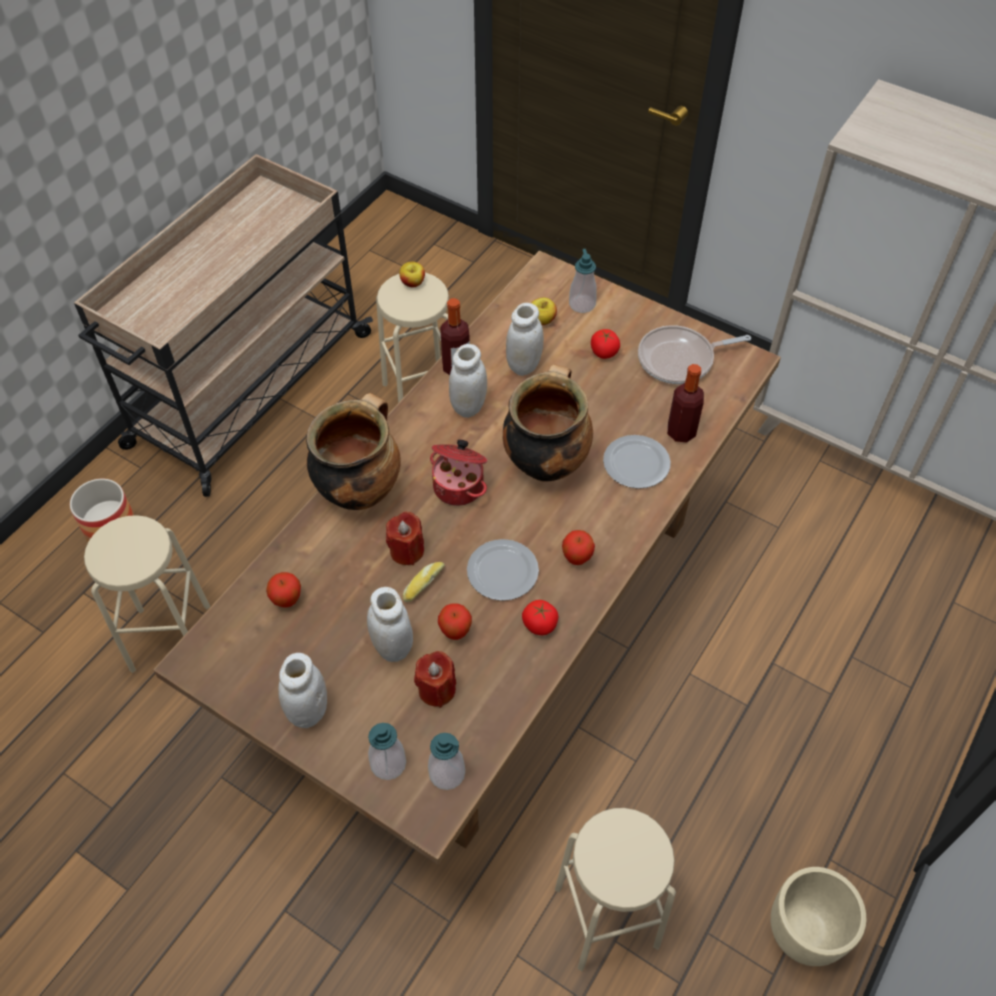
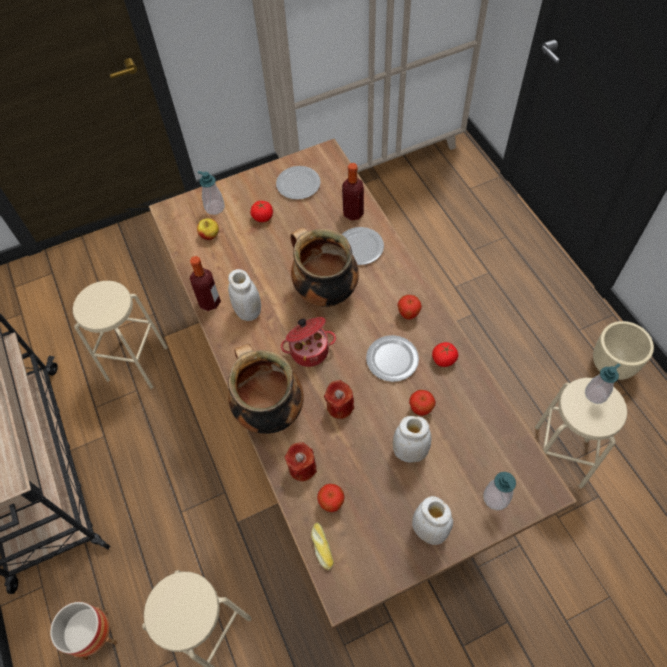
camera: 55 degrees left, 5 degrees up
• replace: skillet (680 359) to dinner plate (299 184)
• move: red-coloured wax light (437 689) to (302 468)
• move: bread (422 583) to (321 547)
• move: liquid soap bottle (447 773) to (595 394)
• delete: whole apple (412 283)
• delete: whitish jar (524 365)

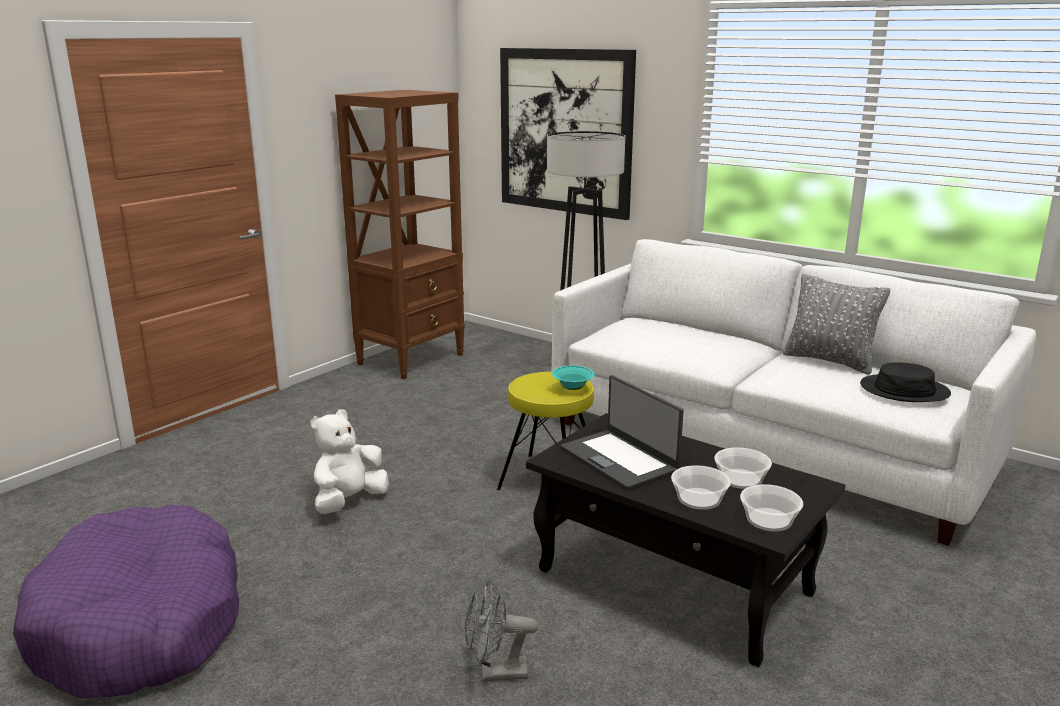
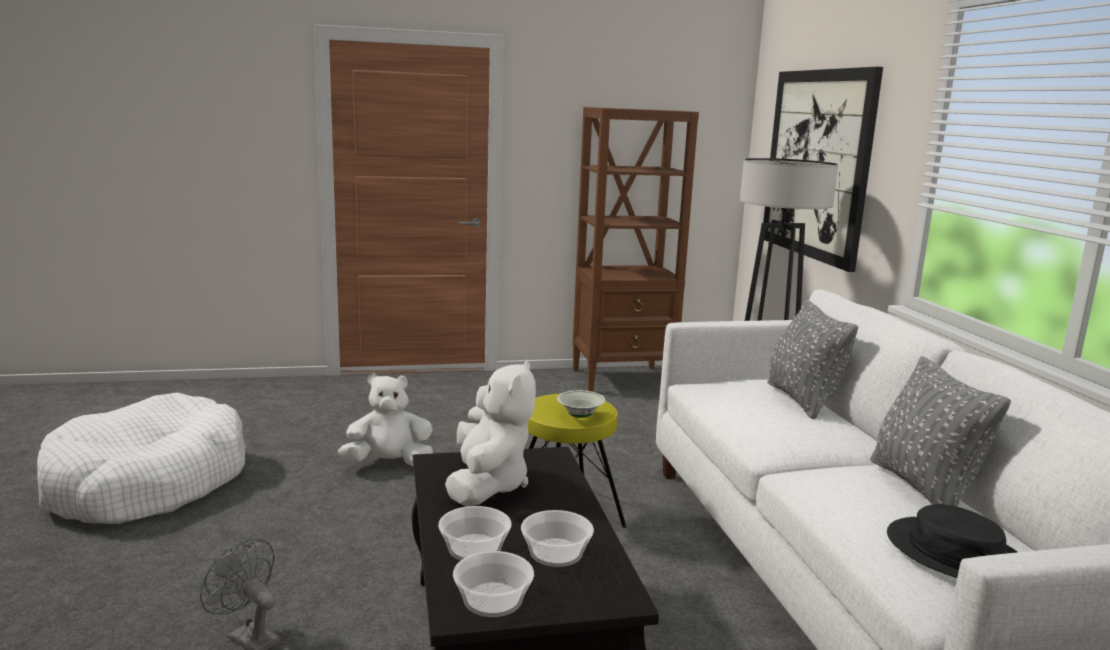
camera: 40 degrees right, 5 degrees down
• recolor: purplish dog bed (141 624) to whitish dog bed (147 483)
• replace: laptop (619 459) to whitish plush toy (487 485)
• recolor: turquoise-coloured serving bowl (572 388) to whitish serving bowl (580 416)
• insert: gray cushion (802 400)

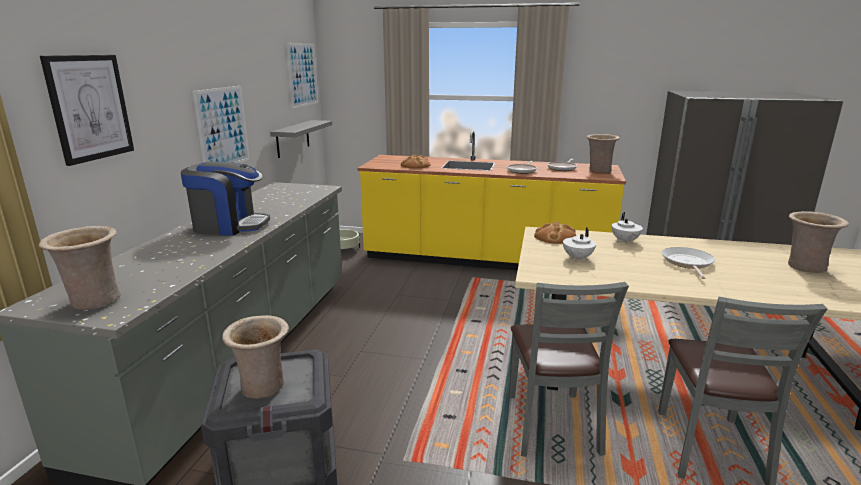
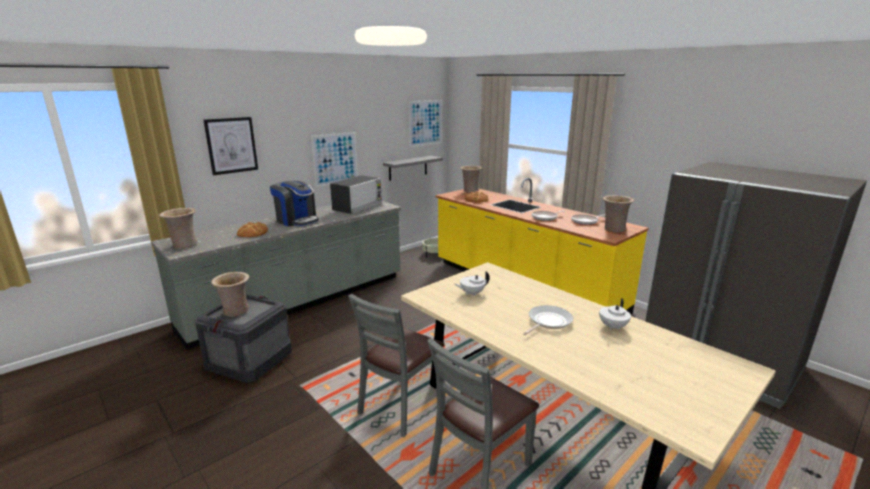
camera: 35 degrees right, 0 degrees up
• move: bread (554 237) to (252 233)
• insert: microwave oven (358 207)
• move: beige decorative vase (805 268) to (470 191)
• move: whitish tea pot (624 241) to (612 327)

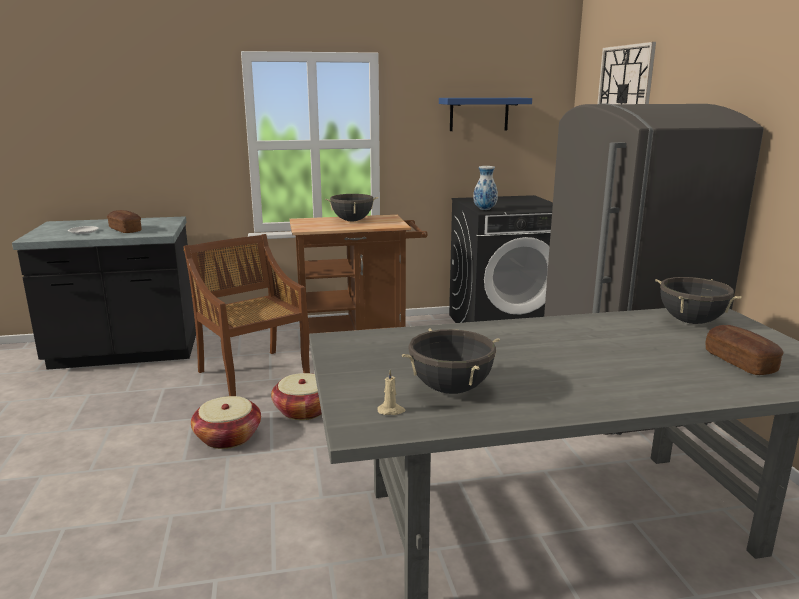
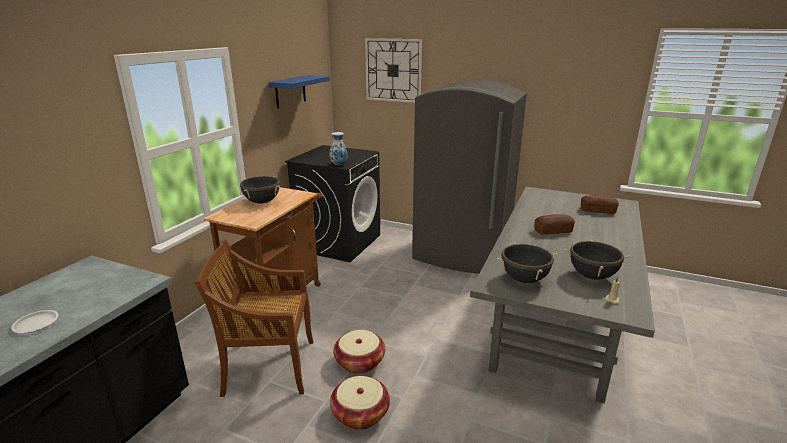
camera: 55 degrees left, 5 degrees up
• move: black saucepot (691 322) to (524 279)
• move: bread (125 230) to (553 231)

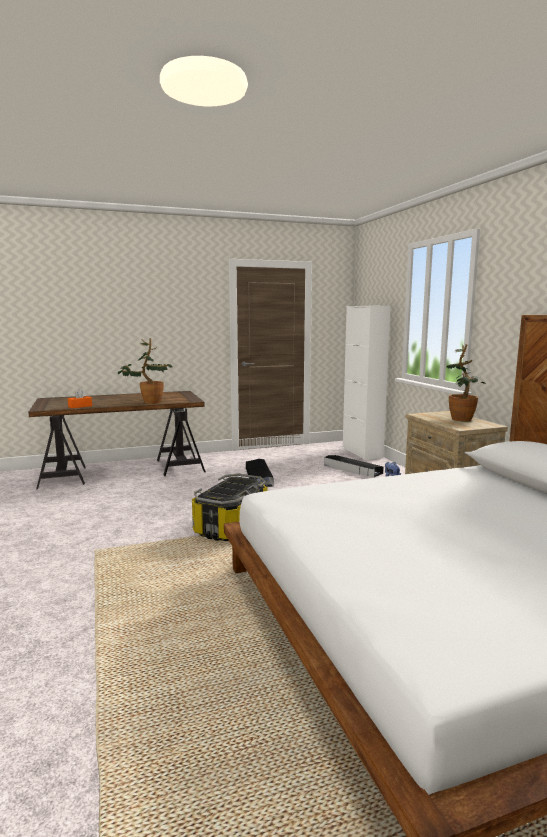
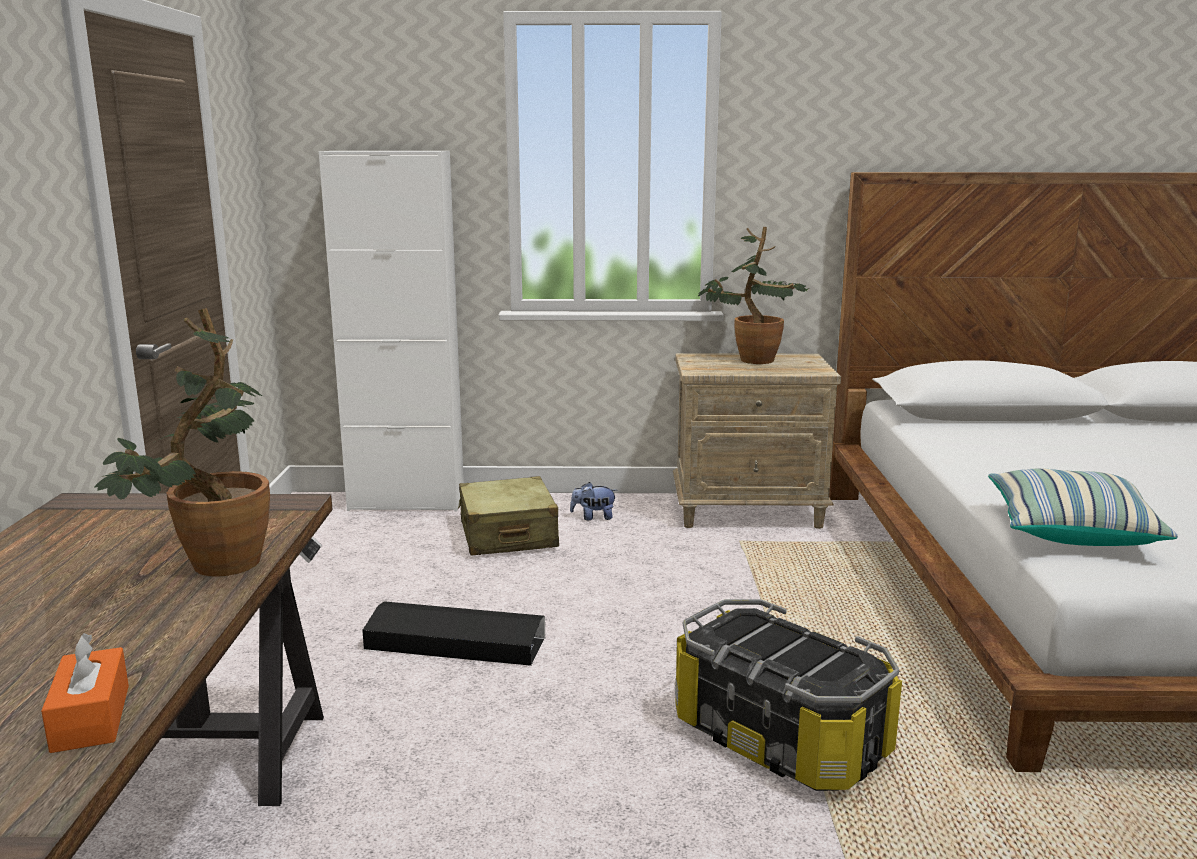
camera: 70 degrees left, 5 degrees up
• replace: black storage box (352 469) to beige travel case (507 535)
• insert: cushion (1069 530)

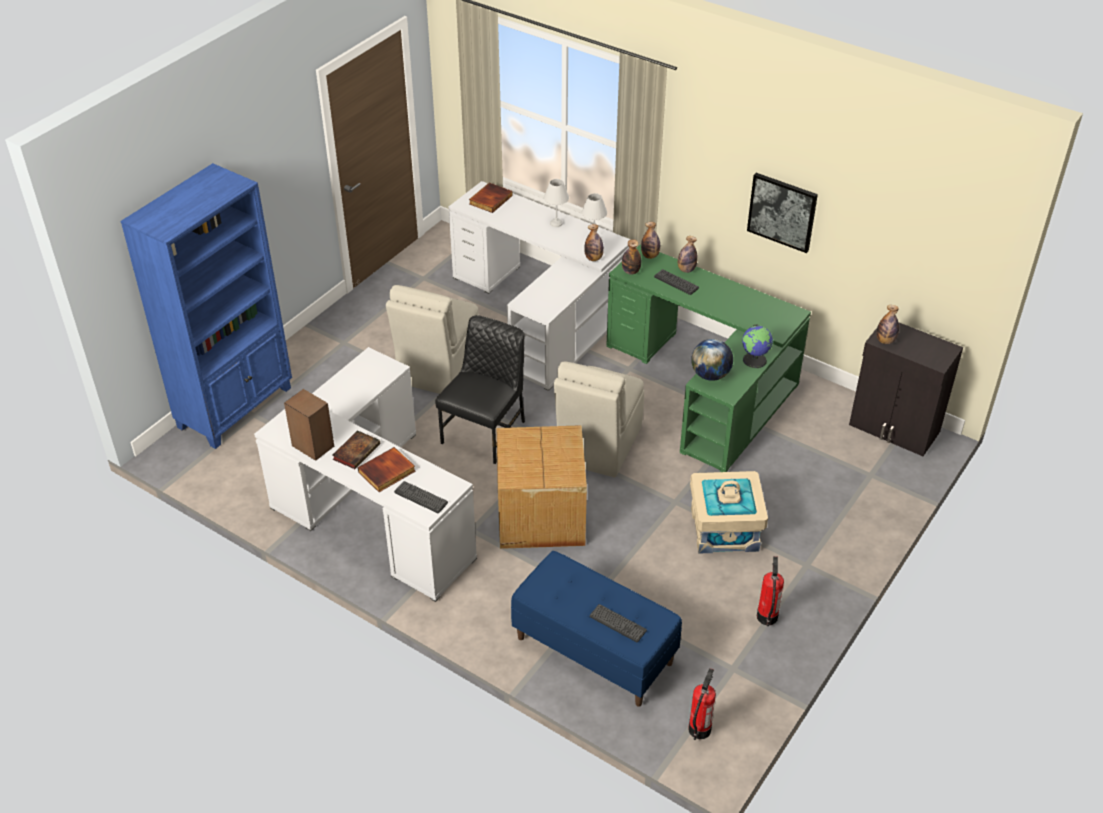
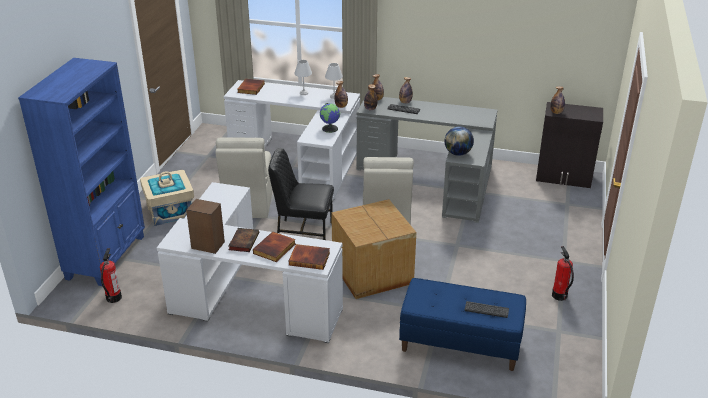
camera: 20 degrees left, 10 degrees down
• move: extinguisher (699 729) to (113 298)
• move: beige storage box (724 529) to (170 211)
• rotate: black upright chair (485 431) = (303 233) 90 degrees counterclockwise
• replace: keyboard (421 497) to volume (310 258)
• move: desk globe (755 360) to (330 128)
• recolor: green desk unit (708 385) to gray desk unit (435 178)
• delete: picture (782 211)

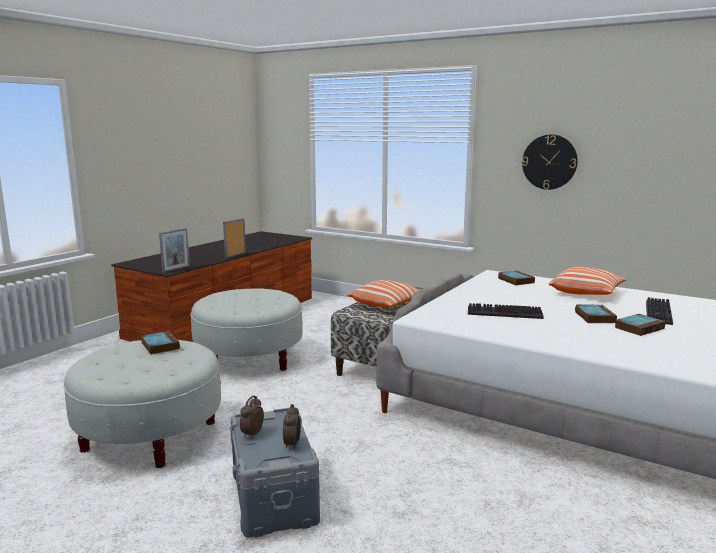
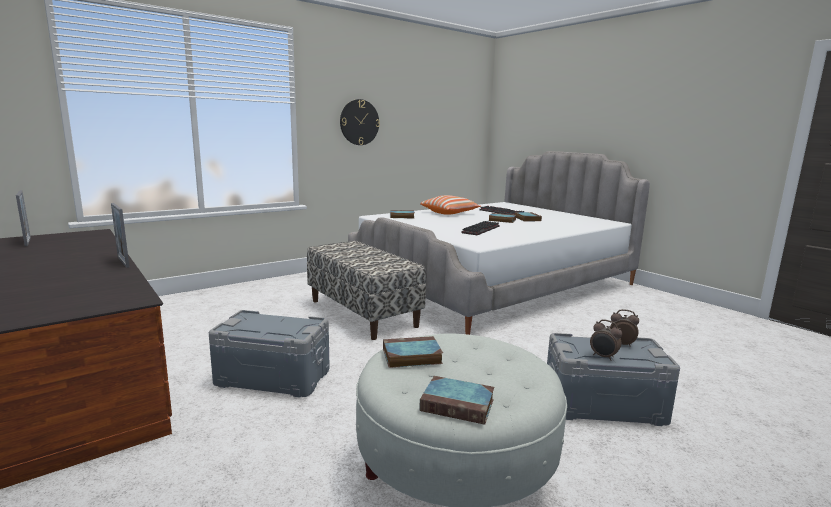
camera: 70 degrees left, 0 degrees up
• move: picture frame (176 269) to (27 242)
• replace: whitish pouffe (249 359) to gray storage box (273 377)
• insert: volume (459 405)
• delete: cushion (387 305)

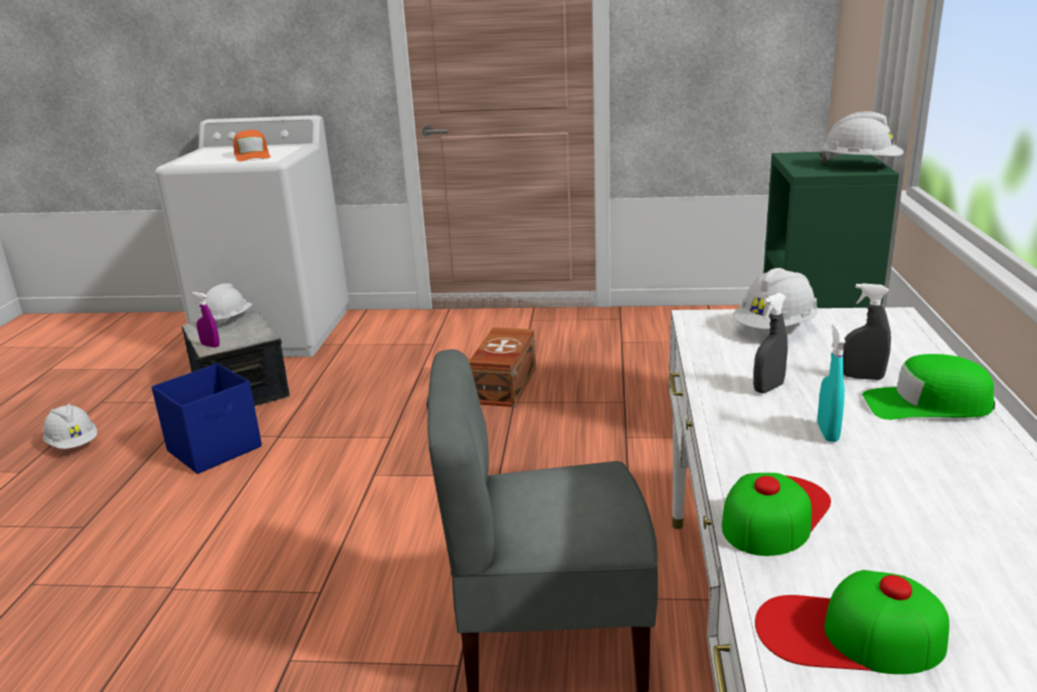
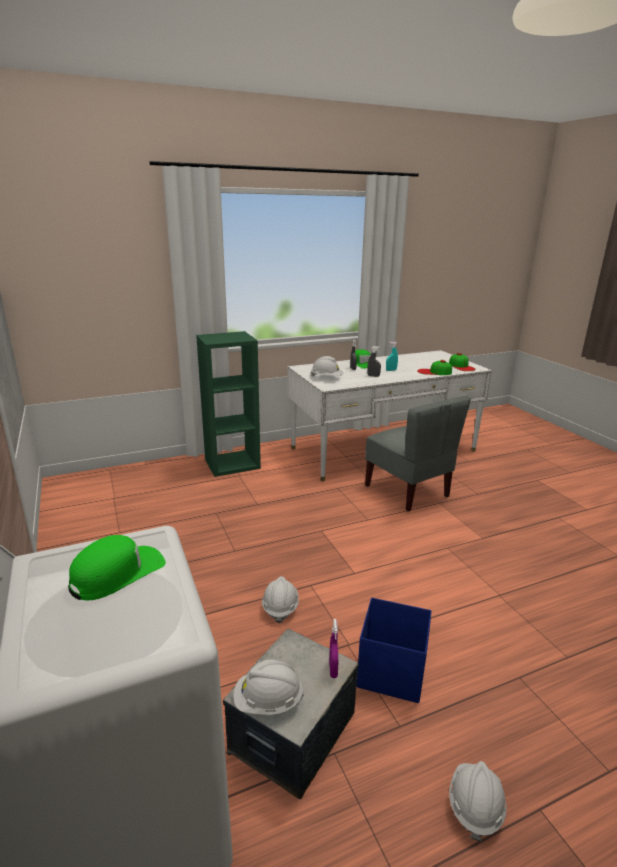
camera: 120 degrees left, 0 degrees up
• recolor: orange cap (252 155) to green cap (117 573)
• move: whitish work helmet (860 165) to (280 607)
• delete: brownish storage box (503 385)

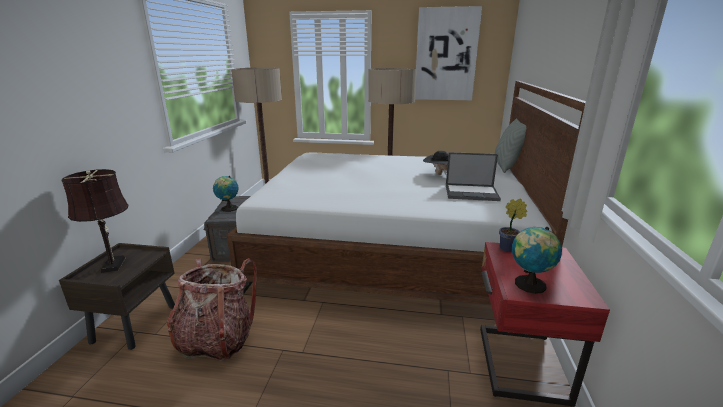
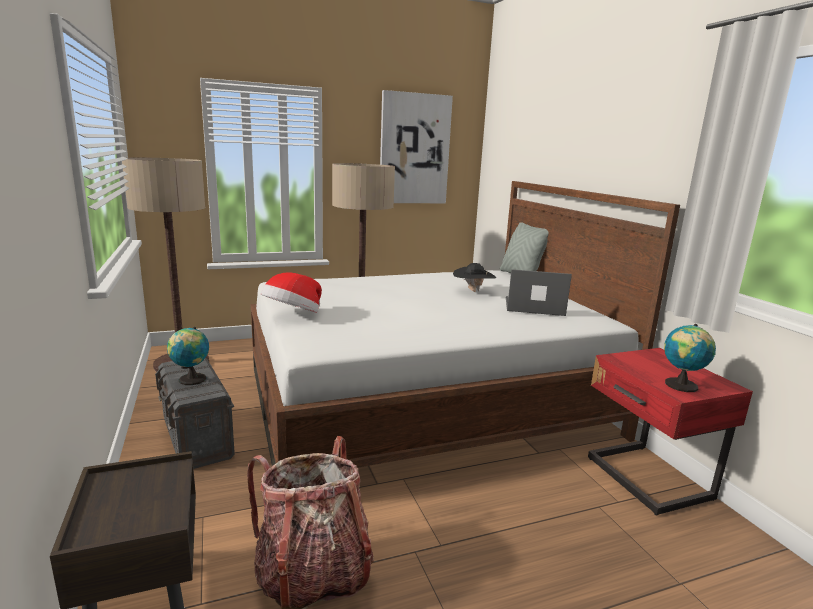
camera: 30 degrees left, 5 degrees down
• insert: hat (292 315)
• rotate: laptop (472 192) = (533 307) 150 degrees counterclockwise
• delete: brownish table lamp (114 263)
• delete: potted plant (508 249)

